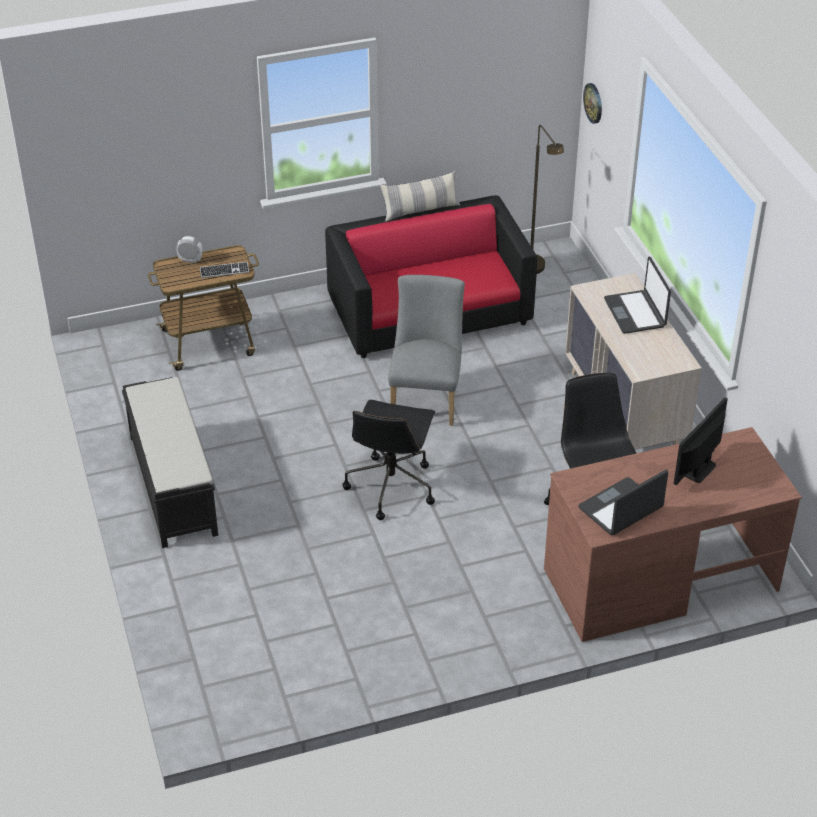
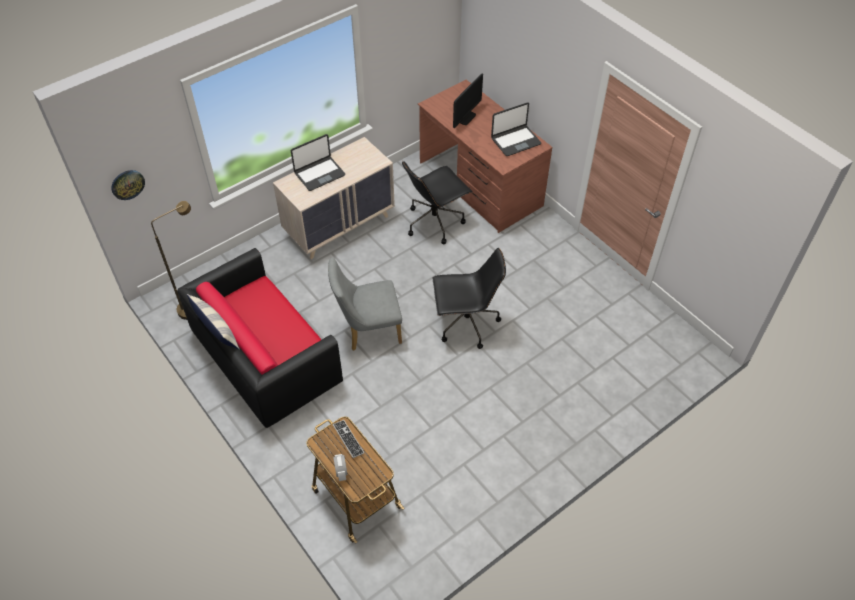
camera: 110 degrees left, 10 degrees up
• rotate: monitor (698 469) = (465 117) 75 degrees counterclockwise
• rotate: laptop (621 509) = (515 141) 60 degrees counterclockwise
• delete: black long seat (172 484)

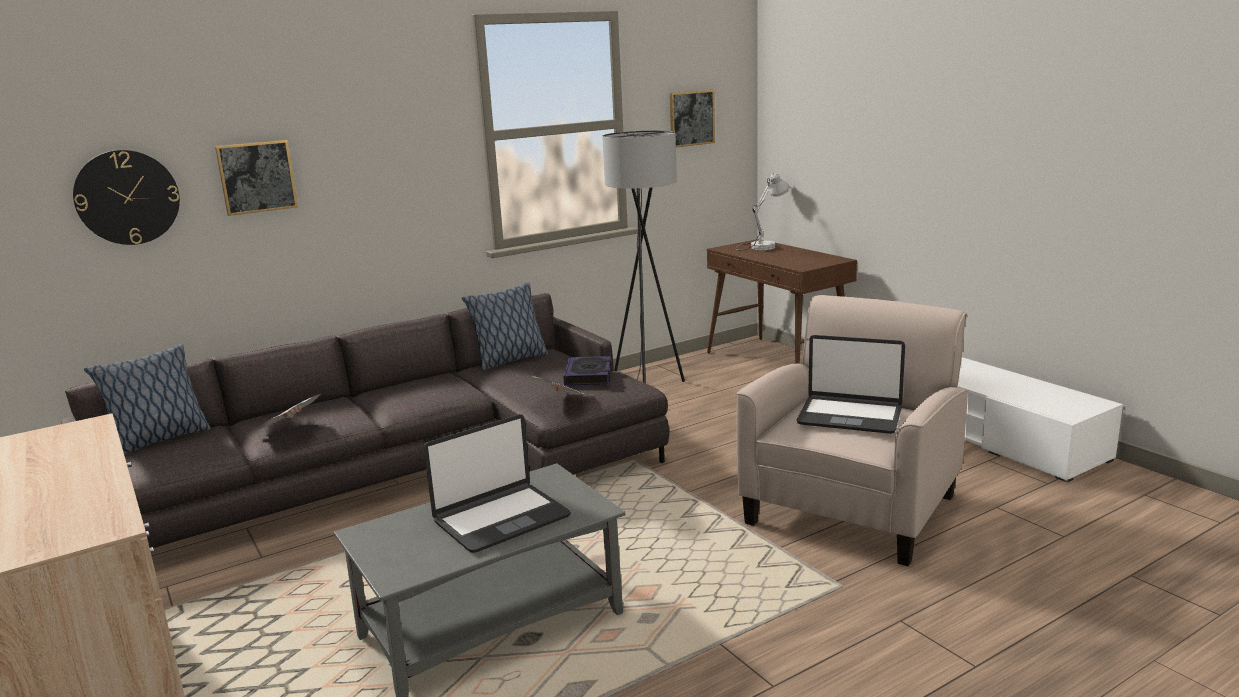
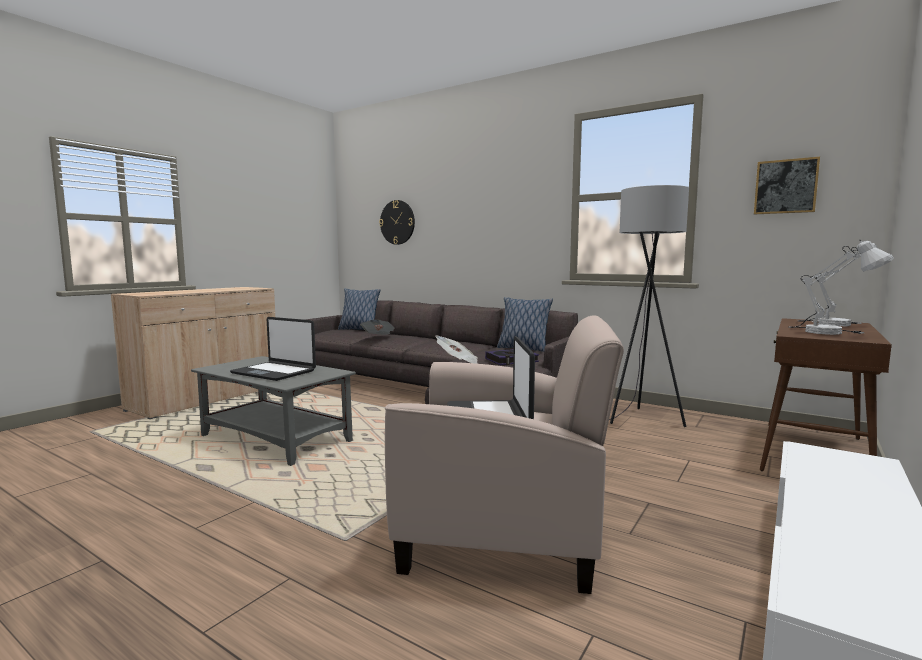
camera: 65 degrees right, 10 degrees down
• insert: whitish table lamp (831 332)
• delete: picture (257 177)

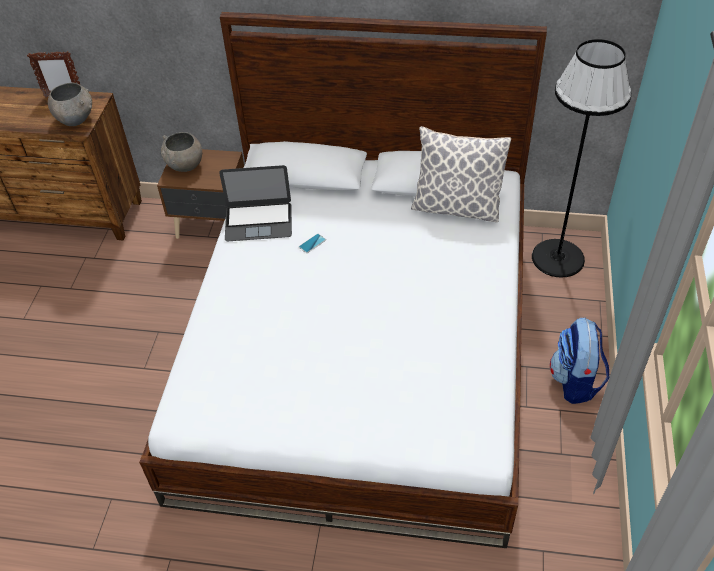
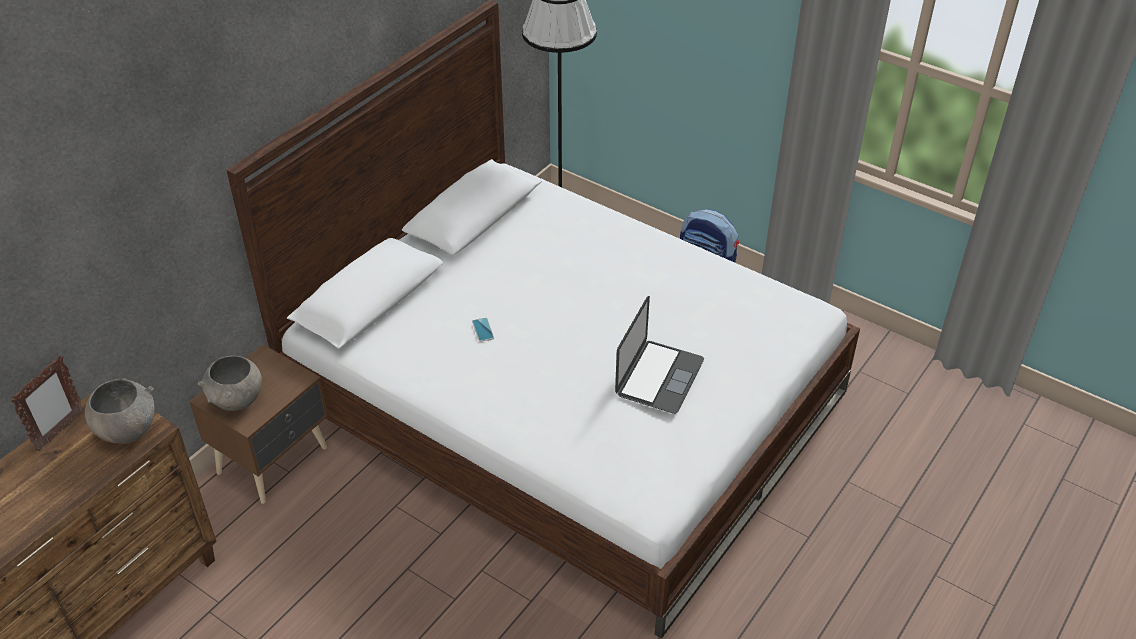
camera: 65 degrees left, 5 degrees down
• move: laptop (258 221) to (659 376)
• delete: cushion (456 207)

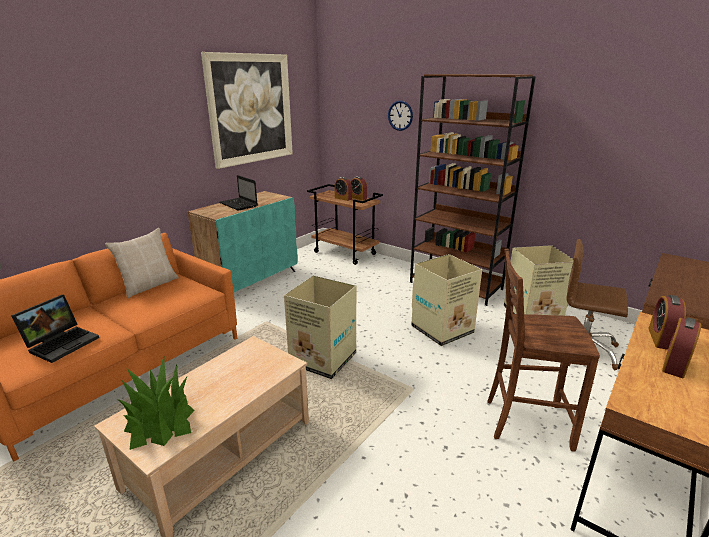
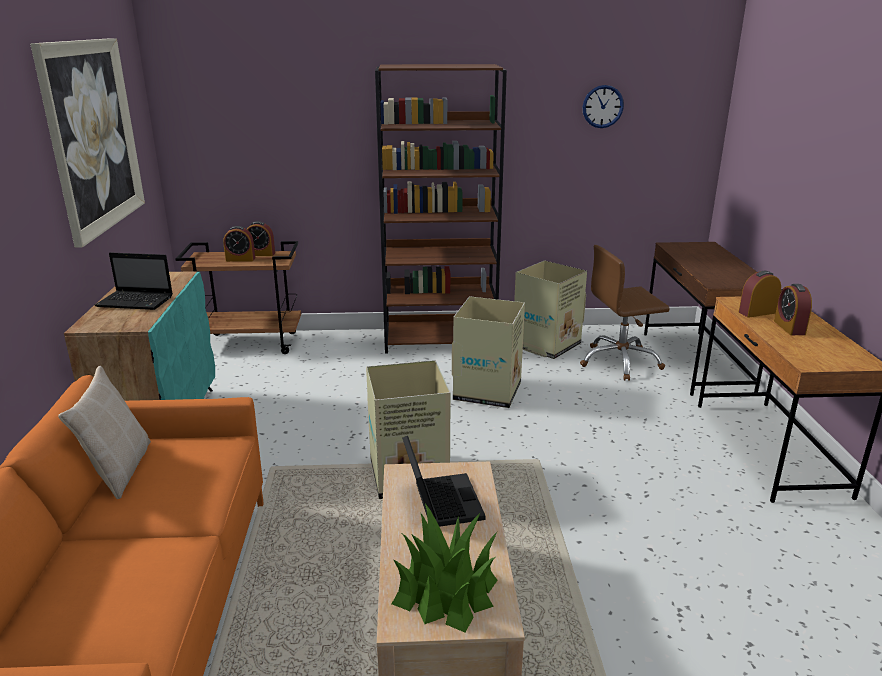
camera: 40 degrees left, 0 degrees up
• move: laptop (62 342) to (440 501)
• move: clock on the wall (400 115) to (602 106)
• rotate: table clock (661 339) = (757 312) 90 degrees clockwise
• delete: brownish upright chair (525 422)

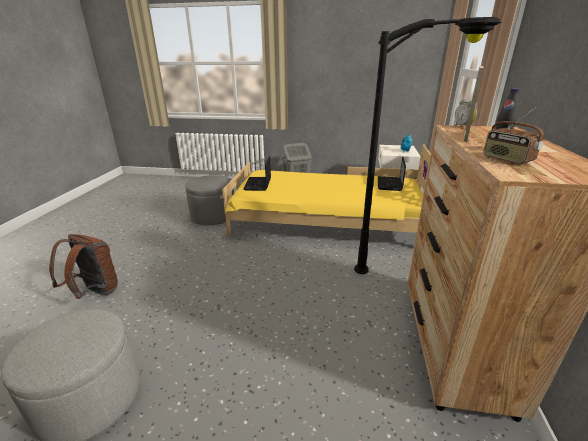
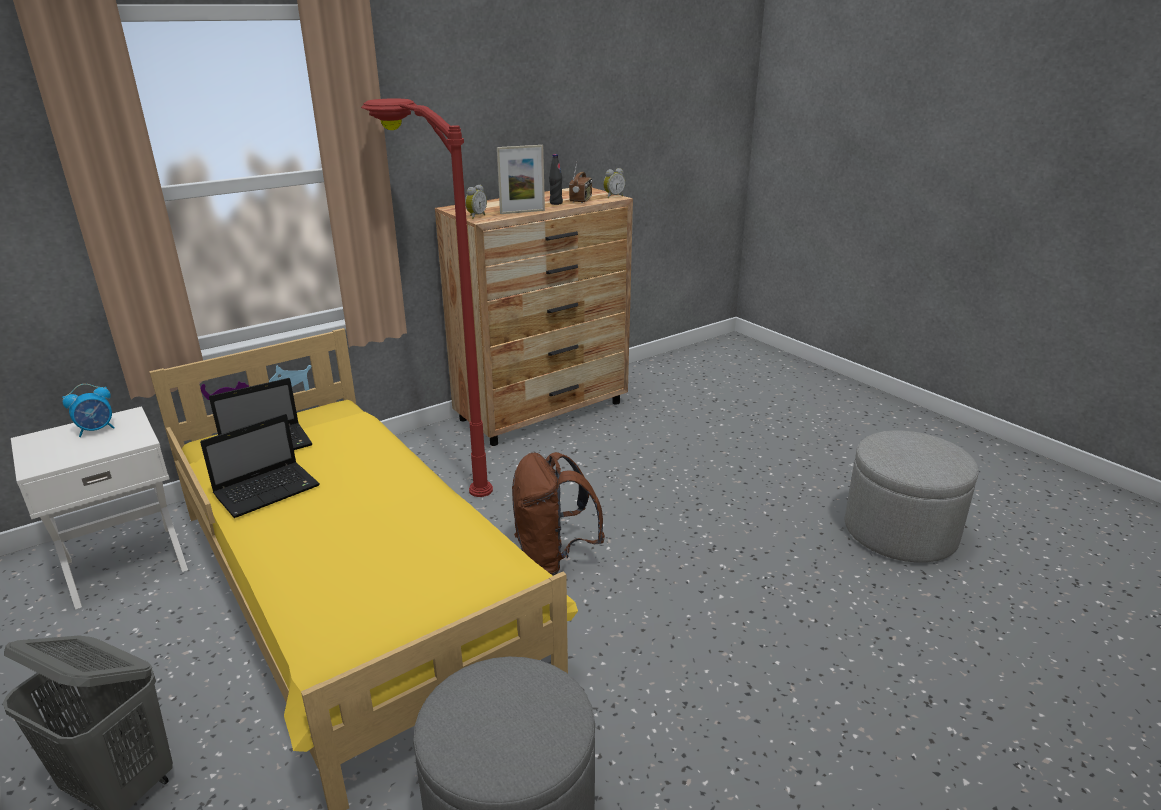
camera: 135 degrees left, 0 degrees up
• move: laptop (258 184) to (269 490)
• recolor: black standard lamp (407 272) to red-coloured standard lamp (441 461)
• move: brownish backpack (95 292) to (553 557)
• insert: table clock (613 196)

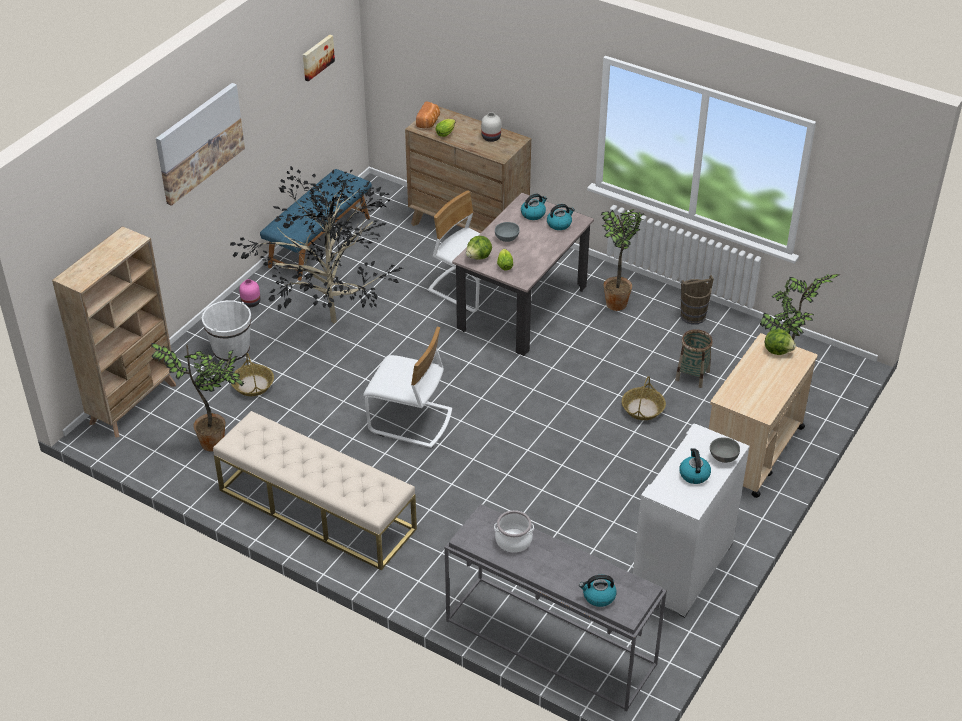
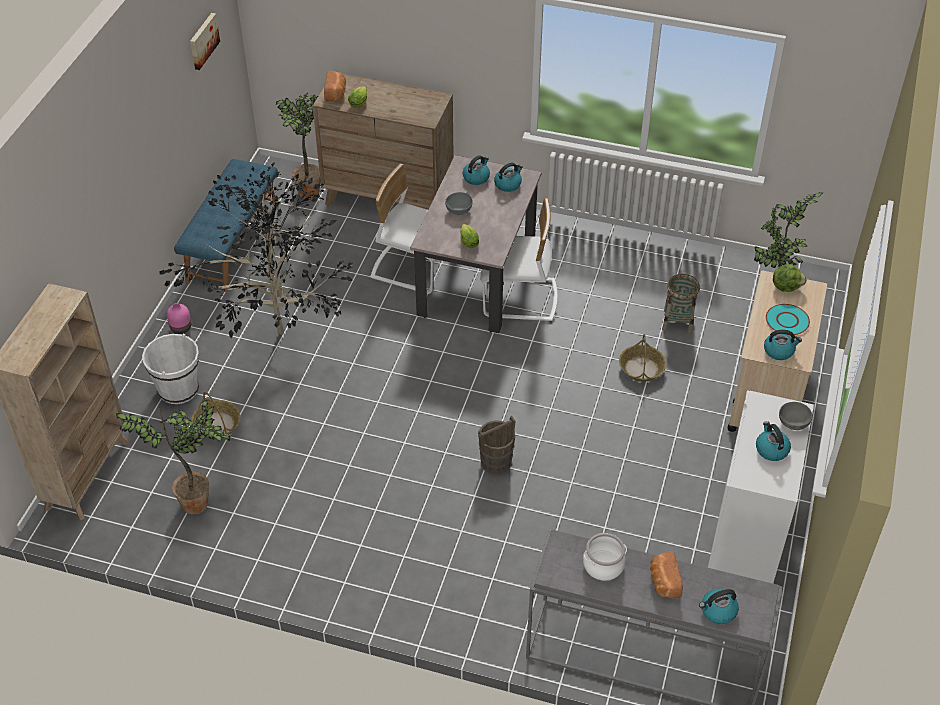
camera: 15 degrees left, 5 degrees up
• move: potted plant (616 302) to (308 190)
• move: brownish pail (692 316) to (495 462)
• move: whitish upright chair (410 422) to (519 299)
• insert: bread (663 581)
• insert: water kettle (779 351)
• insert: turquoise-coloured dinner plate (787 321)
• delete: picture (199 142)
• delete: beige long seat (316 509)
• delete: head of lettuce (479 257)
• delete: whitish decorative vase (490 138)

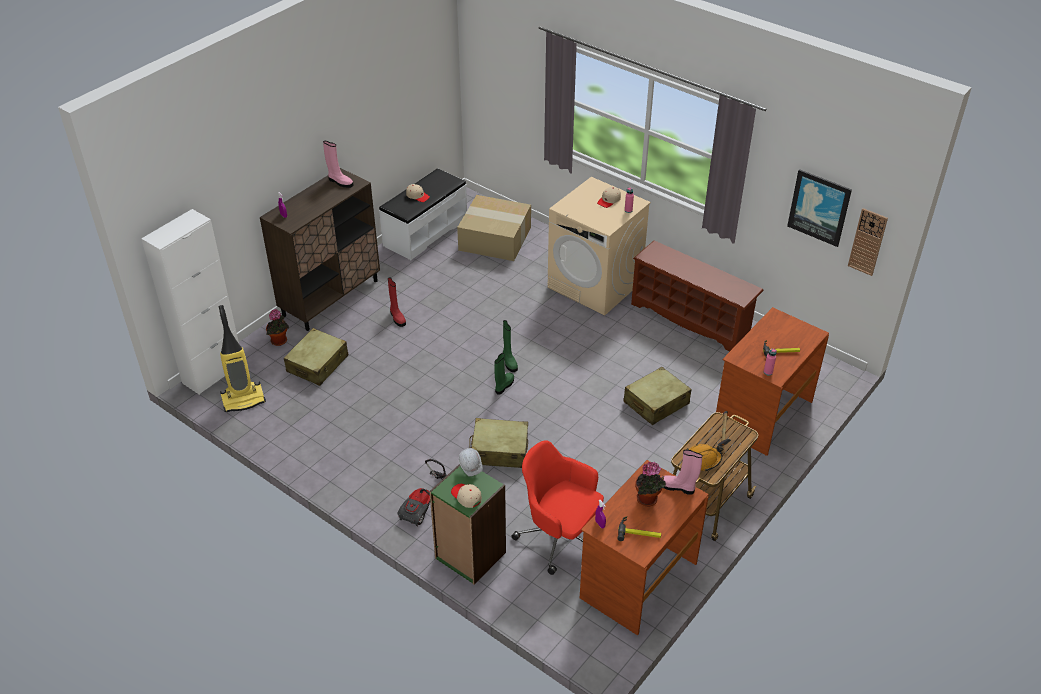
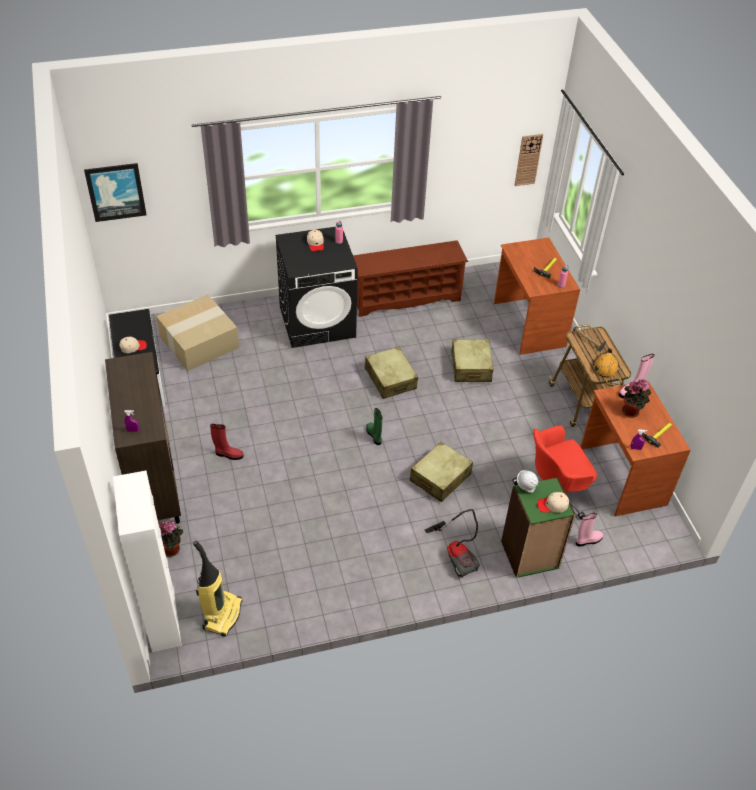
camera: 55 degrees left, 5 degrees up
• move: picture (819 207) to (116 191)
• recolor: beige washing machine (595 285) to black washing machine (317 321)
• move: beige travel case (318 364) to (390 379)
• move: pink-coloured tall boot (340 182) to (588 540)
• delete: green tall boot (509 362)

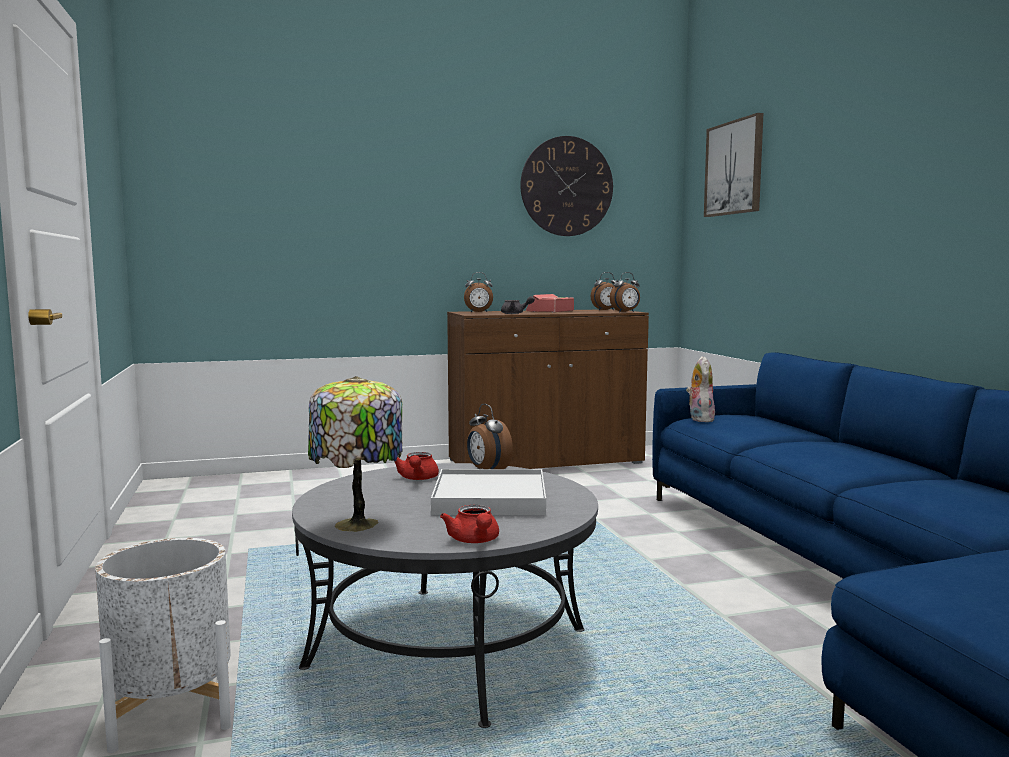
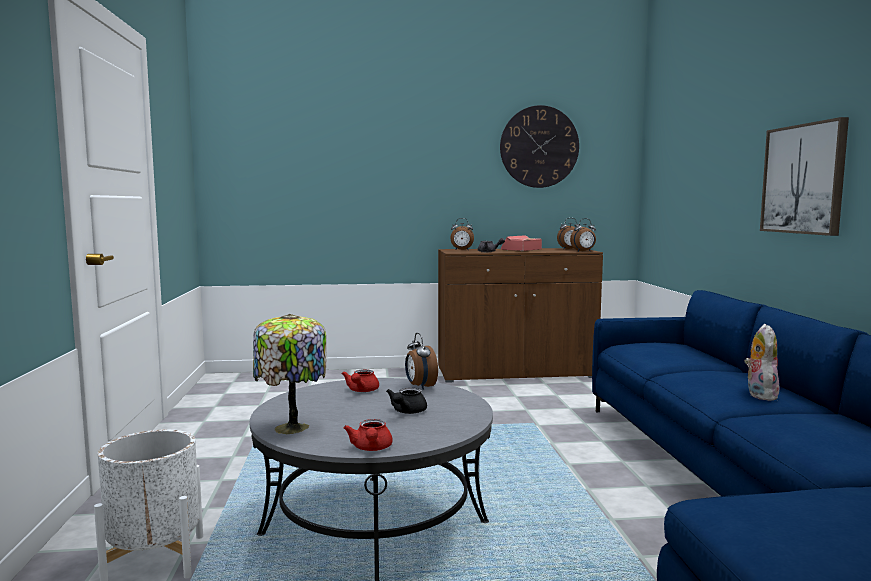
camera: 10 degrees right, 0 degrees up
• replace: whitish serving tray (490 499) to black tea pot (406 412)
• move: plush toy (699 419) to (759 394)
• move: picture (734 168) to (803 179)

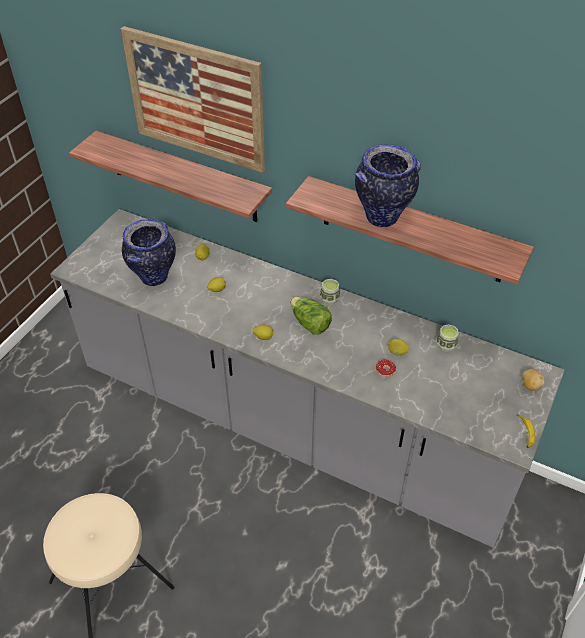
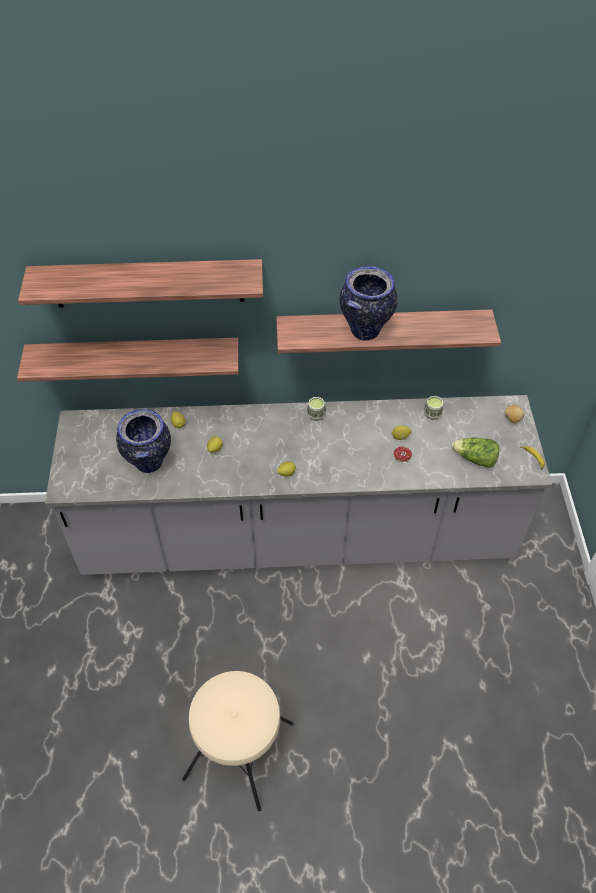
camera: 30 degrees left, 5 degrees up
• replace: picture (196 100) to bracket shelf (148 283)
• move: head of lettuce (309 323) to (475 459)

